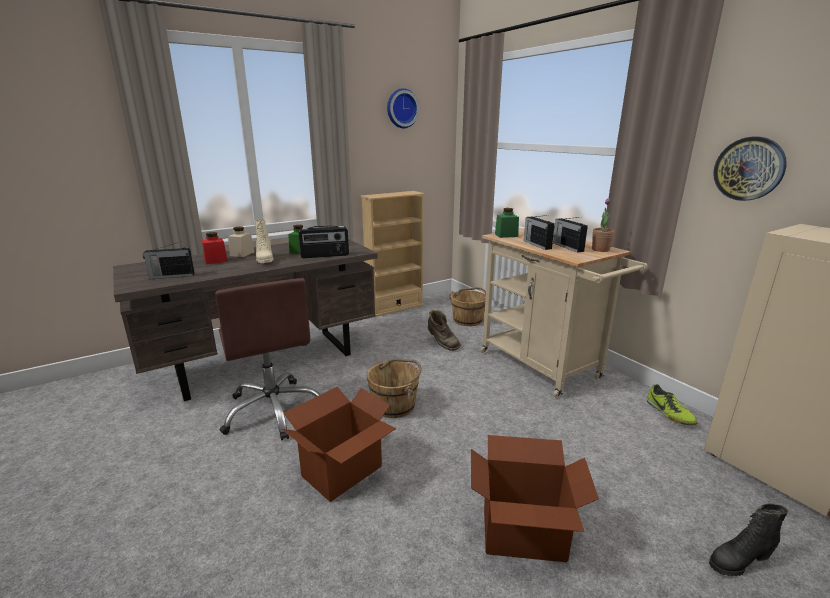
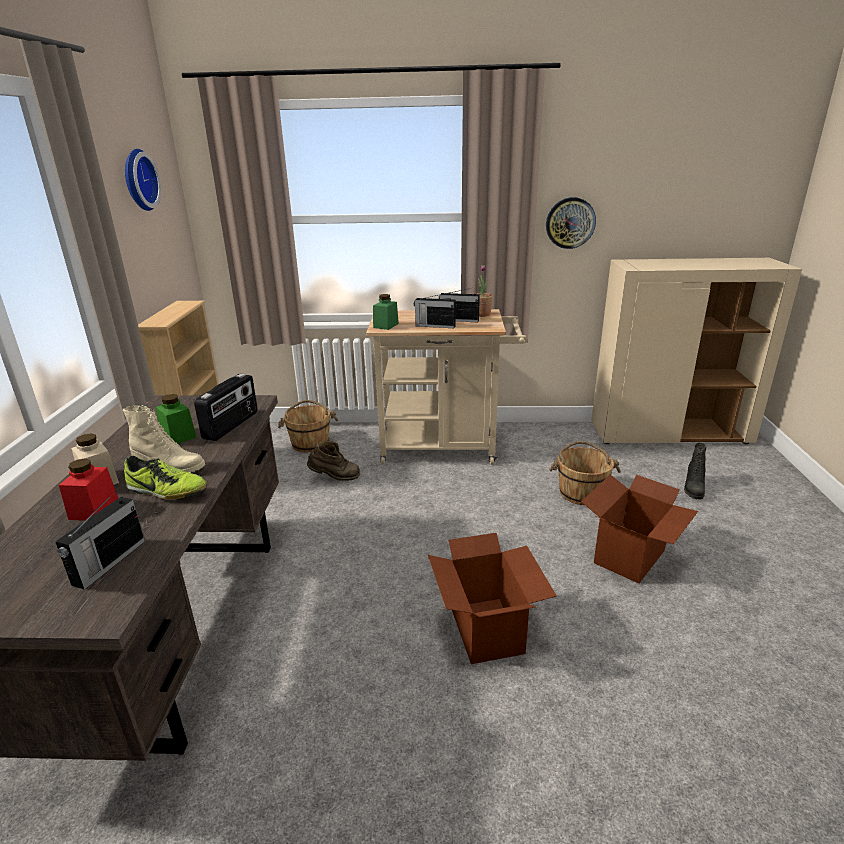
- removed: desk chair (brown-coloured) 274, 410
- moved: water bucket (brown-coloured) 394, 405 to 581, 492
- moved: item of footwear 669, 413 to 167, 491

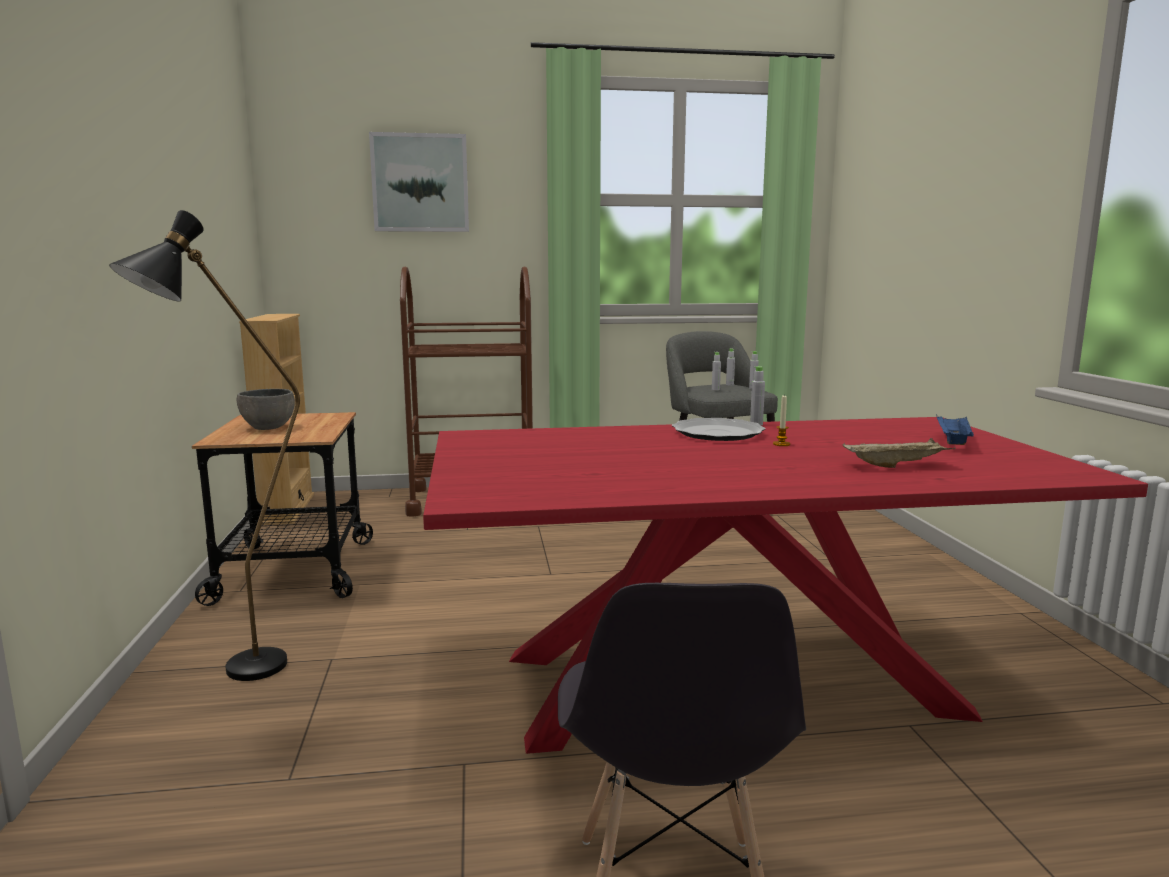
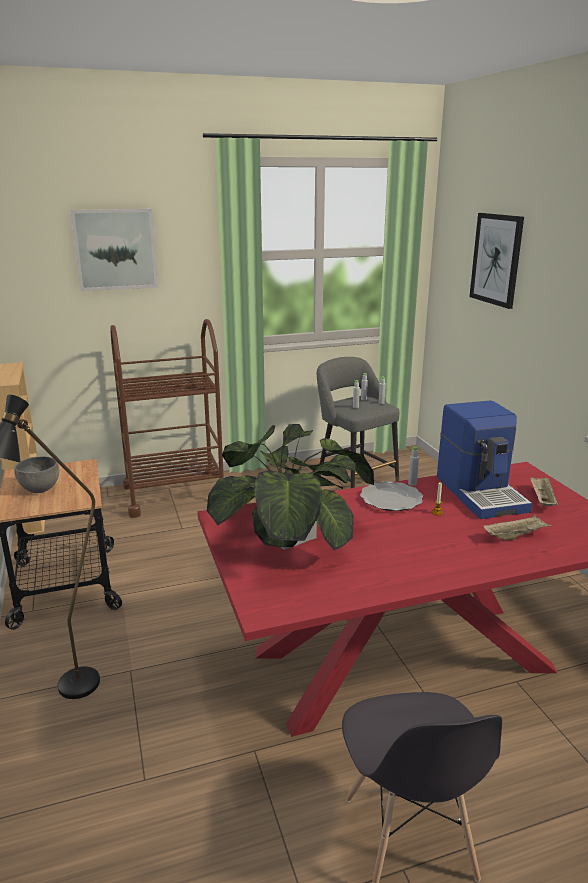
- added: houseplant 289, 535
- added: coffee brewer 481, 493
- added: wall picture 496, 259
- recoloured: tray (blue-coloured) 952, 442 to tray (sand-coloured) 541, 499

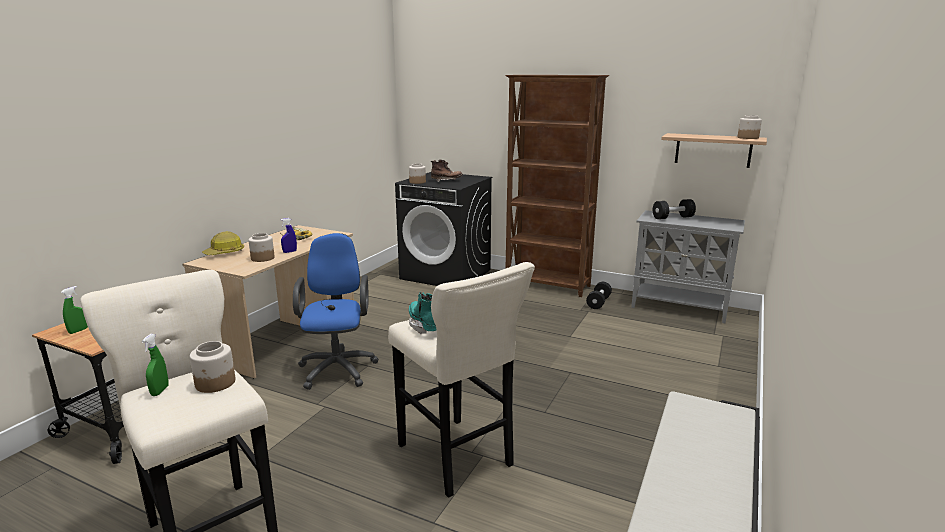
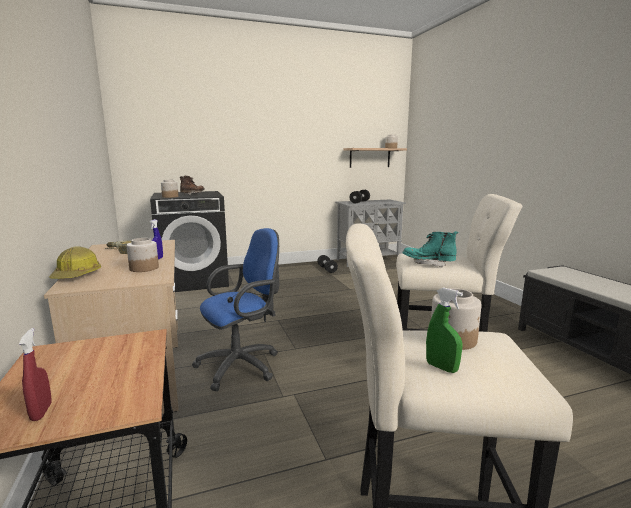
- removed: bookshelf (brown-coloured) 548, 285
- recoloured: spray bottle (green) 78, 331 to spray bottle (reddish) 41, 412
- turned: desk chair (blue-coloured) 338, 367 = 243, 365 105 degrees clockwise

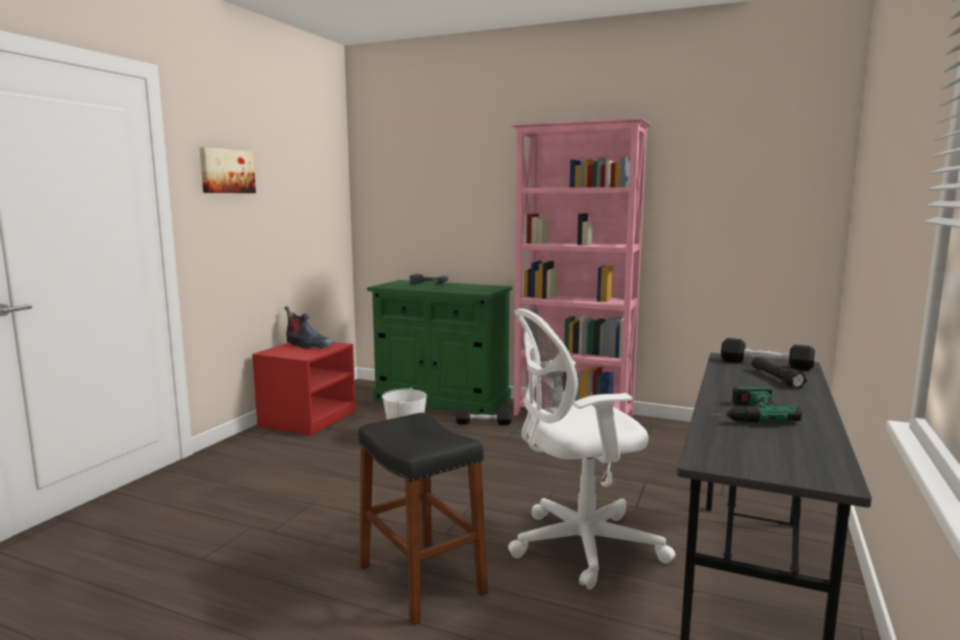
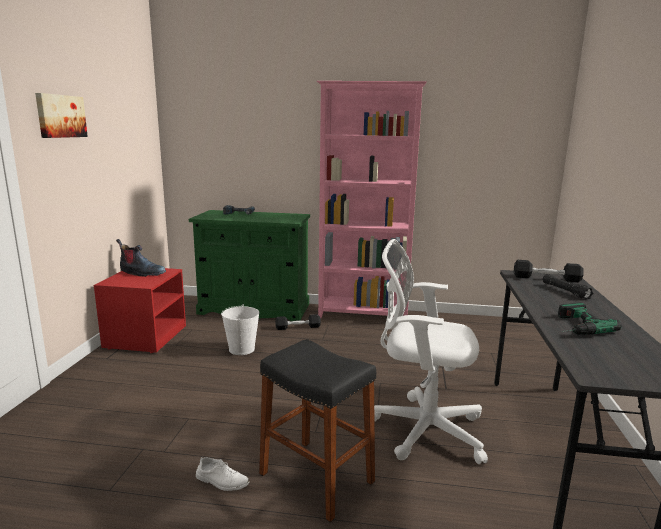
- added: item of footwear (white) 222, 481
- turned: desk chair (white) 578, 546 = 422, 428 45 degrees clockwise

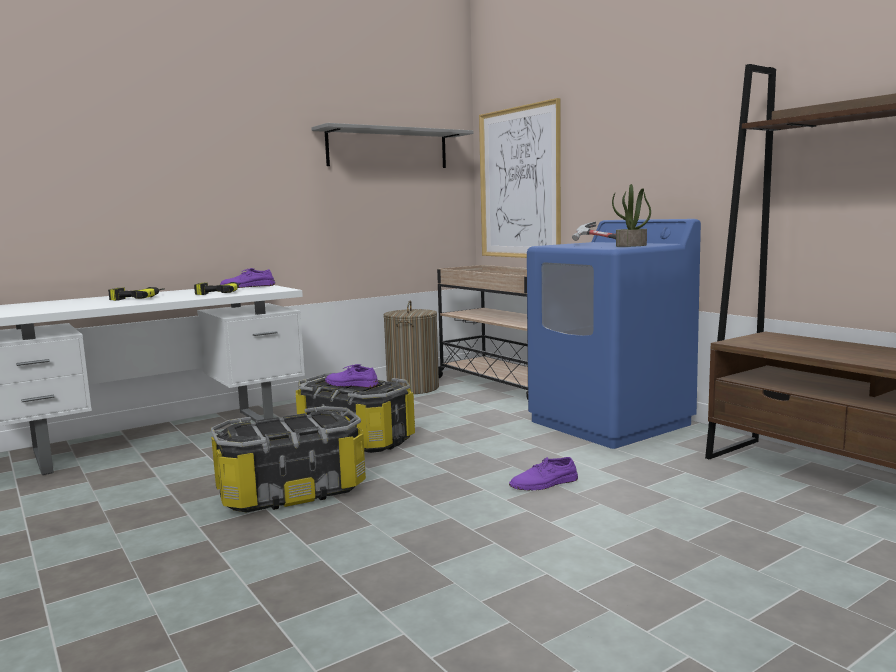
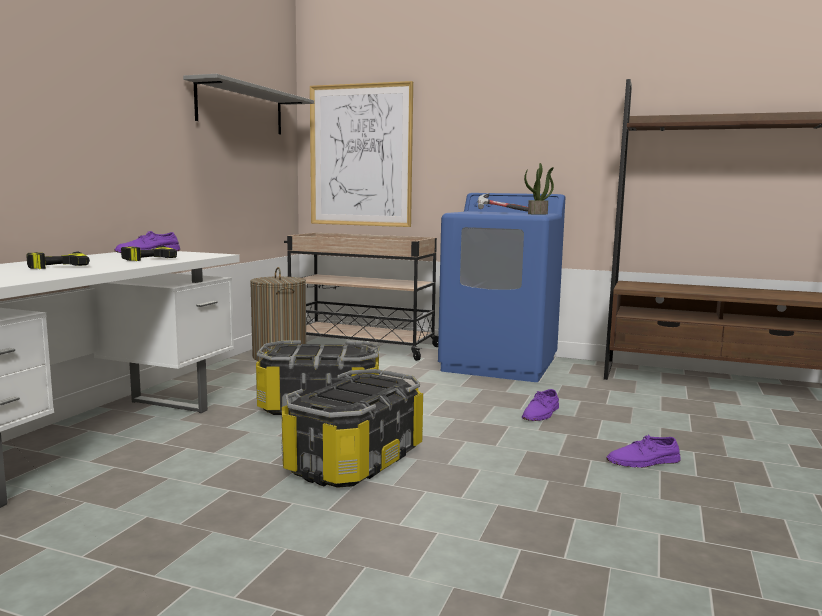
- moved: item of footwear (purple-coloured) 351, 384 to 643, 461

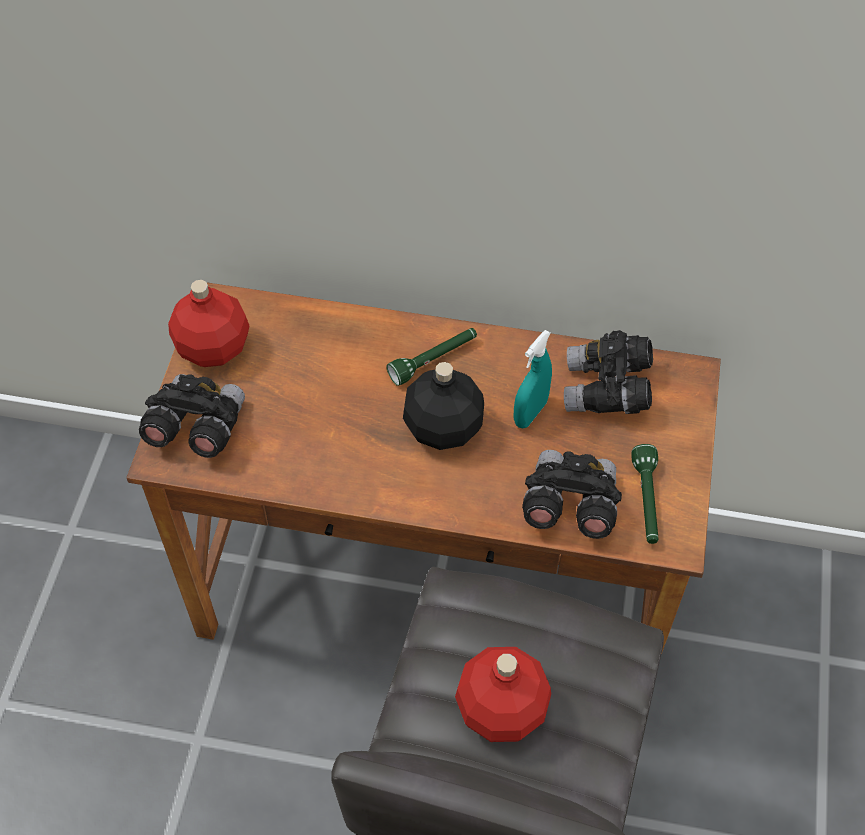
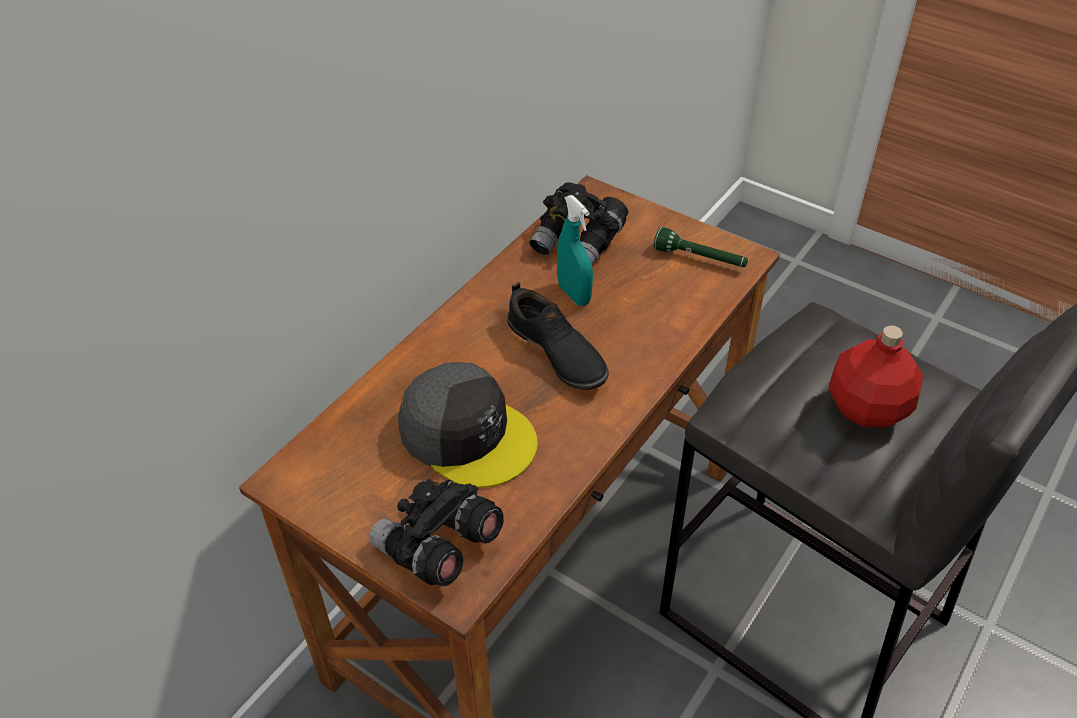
- removed: bottle (reddish) 213, 347
- removed: hand torch (green) 434, 360
- removed: binoculars (black) 568, 506
- added: peaked cap (gray) 467, 434
- replaced: bottle (black) 444, 428 to item of footwear (black) 556, 353

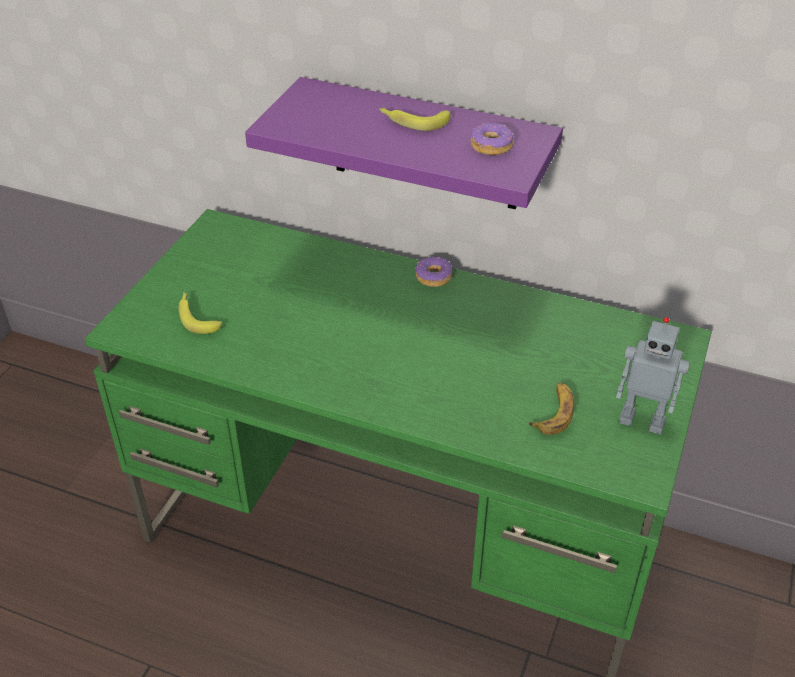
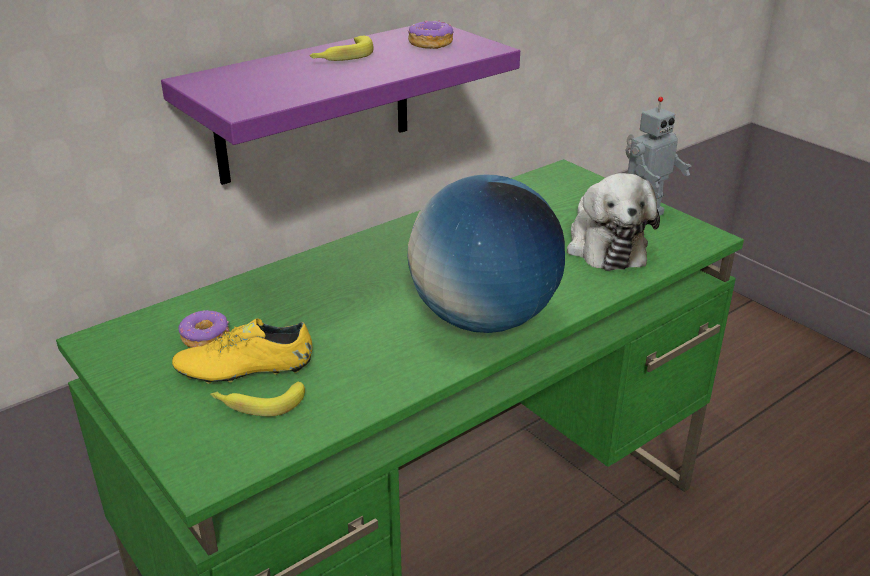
- added: item of footwear (yellow) 245, 369
- added: world globe 483, 319
- moved: ring doughnut 433, 277 to 206, 337
- replaced: banana 554, 412 to soft toy 604, 246

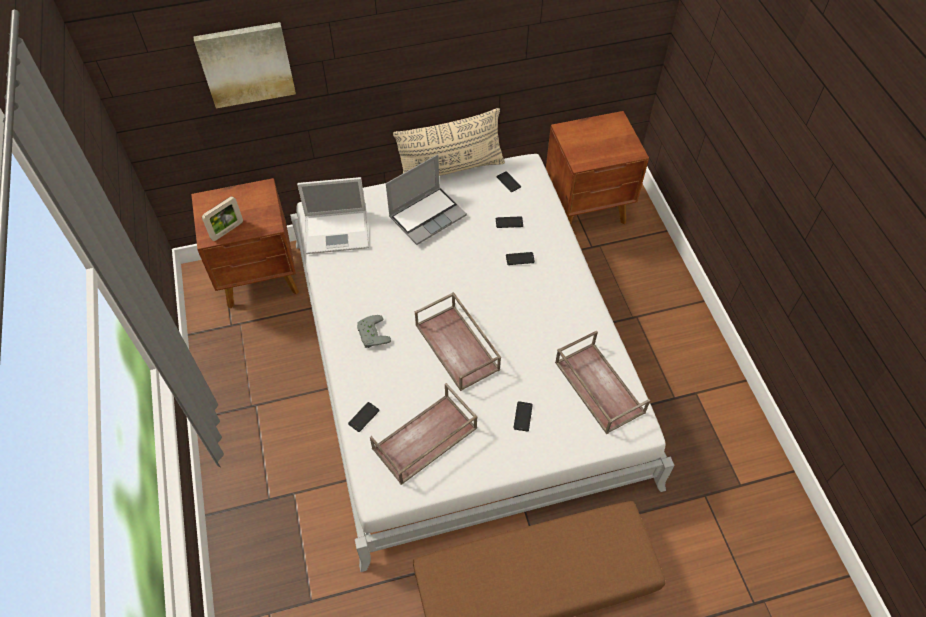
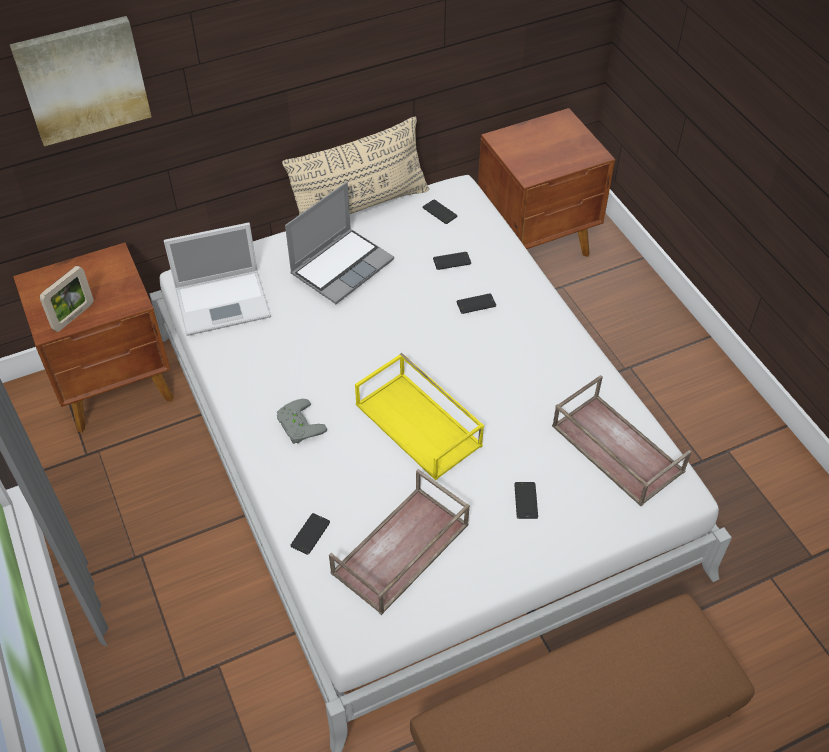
- recoloured: tray (brown-coloured) 458, 347 to tray (yellow) 420, 425

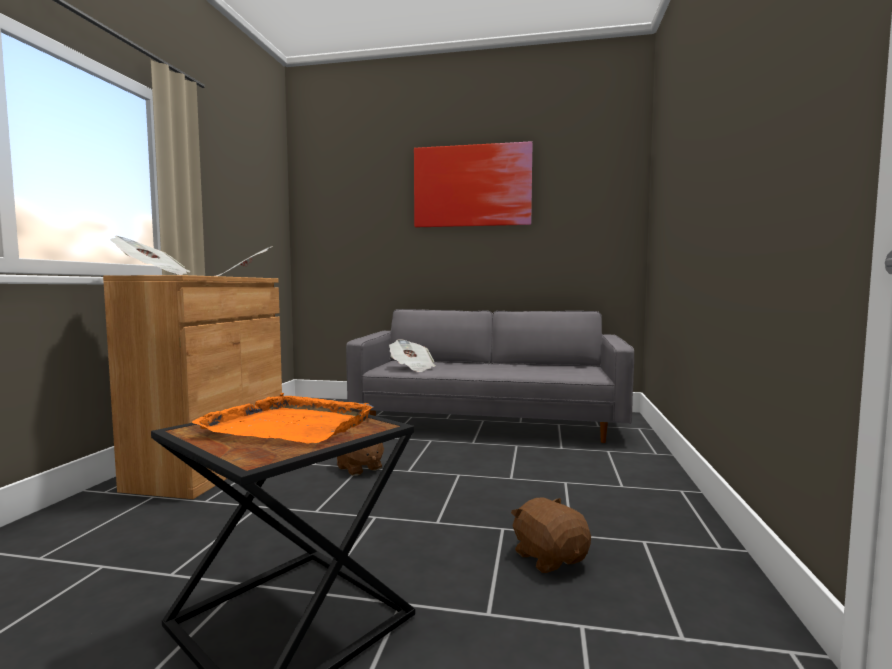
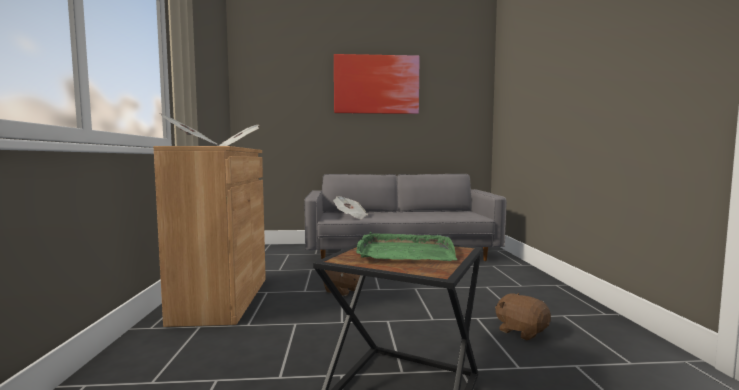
- recoloured: tray (orangey) 291, 425 to tray (green) 405, 252

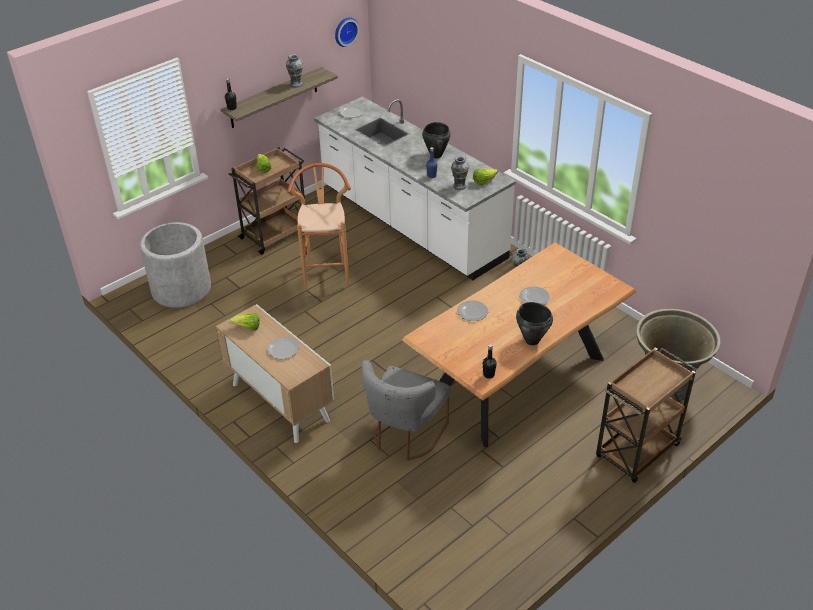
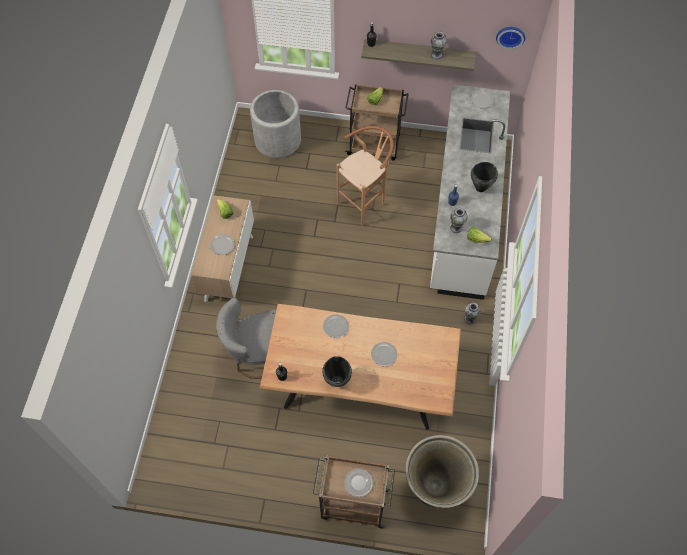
- added: dinner plate 358, 483

